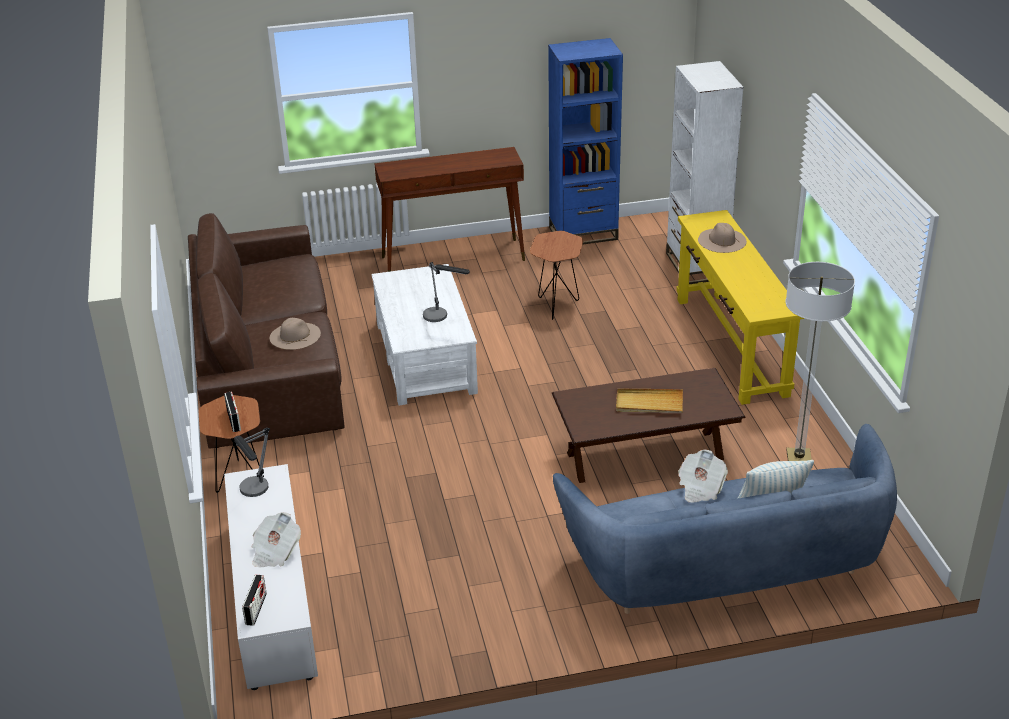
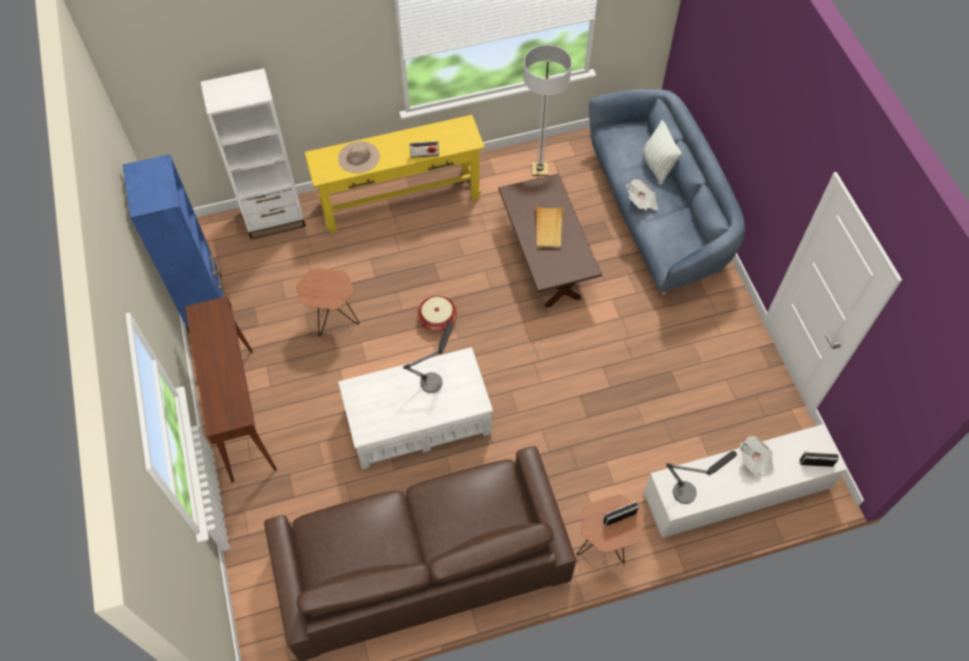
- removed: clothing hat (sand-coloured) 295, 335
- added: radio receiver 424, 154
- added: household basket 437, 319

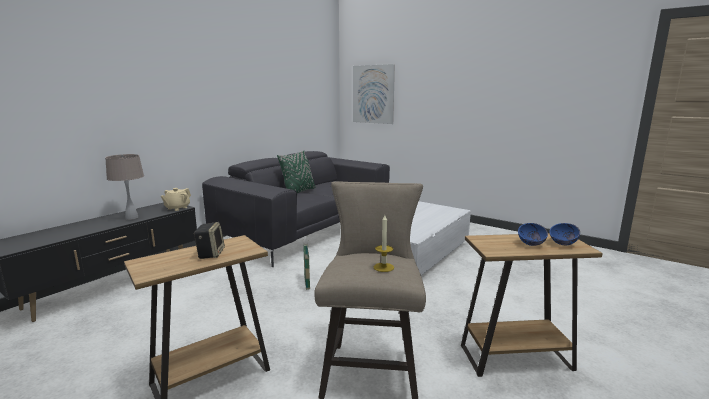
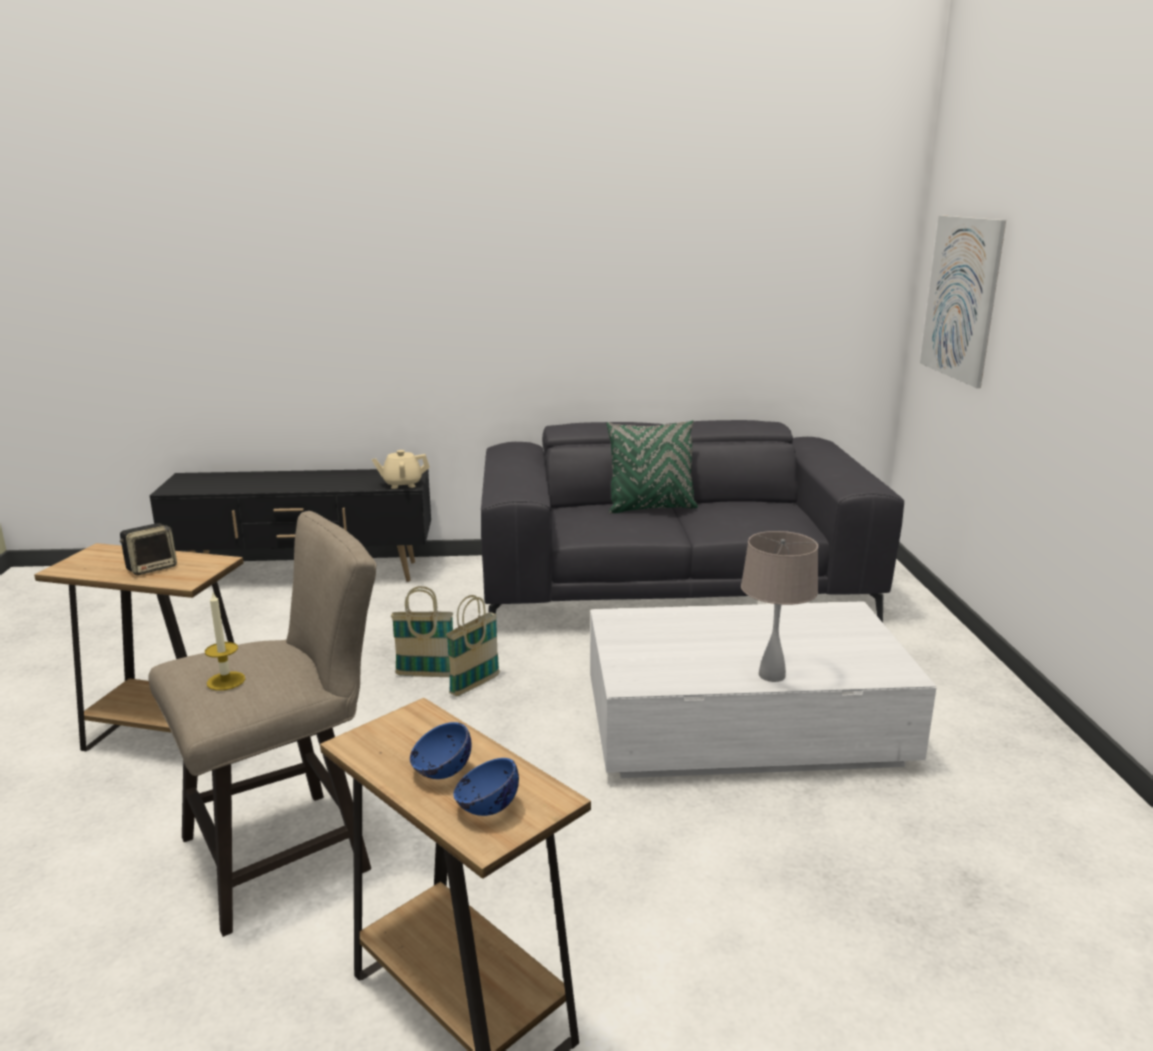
- added: household basket 426, 675
- moved: lamp for a table (sand-coloured) 131, 217 to 772, 675

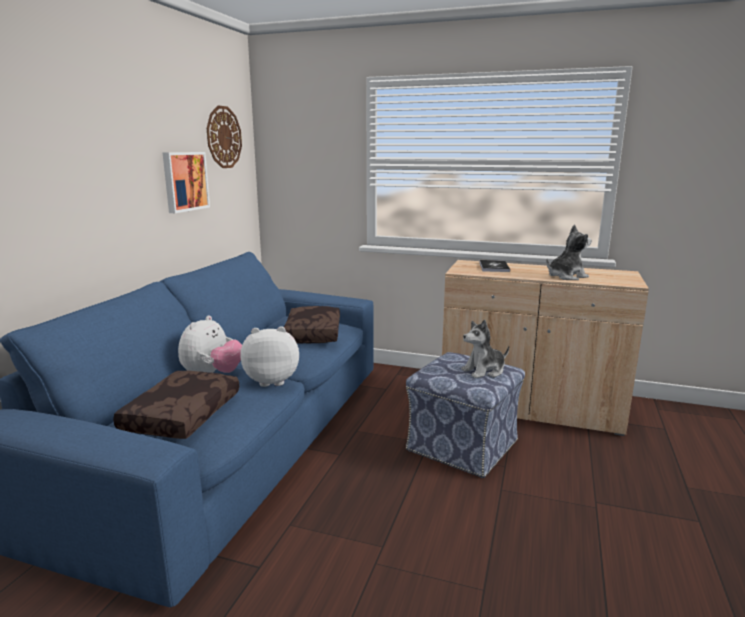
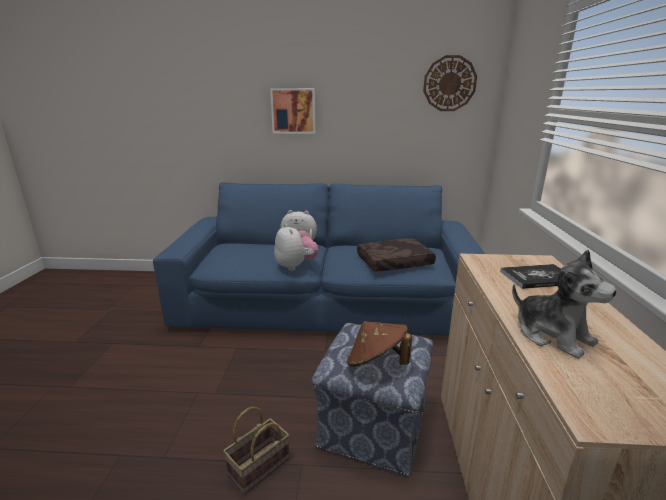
- removed: pillow (brown-coloured) 181, 414
- added: household basket 258, 468
- moved: wall picture 184, 181 to 293, 111
- replaced: soft toy 484, 371 to clothing hat (brown-coloured) 376, 363

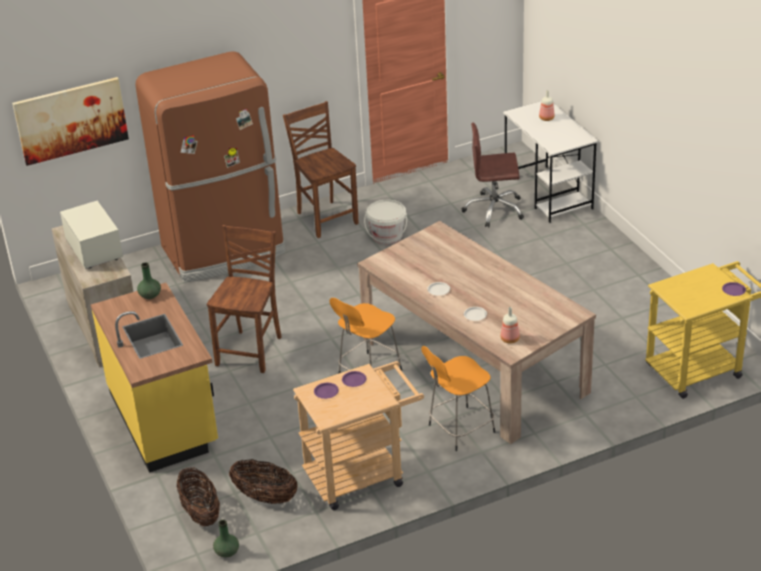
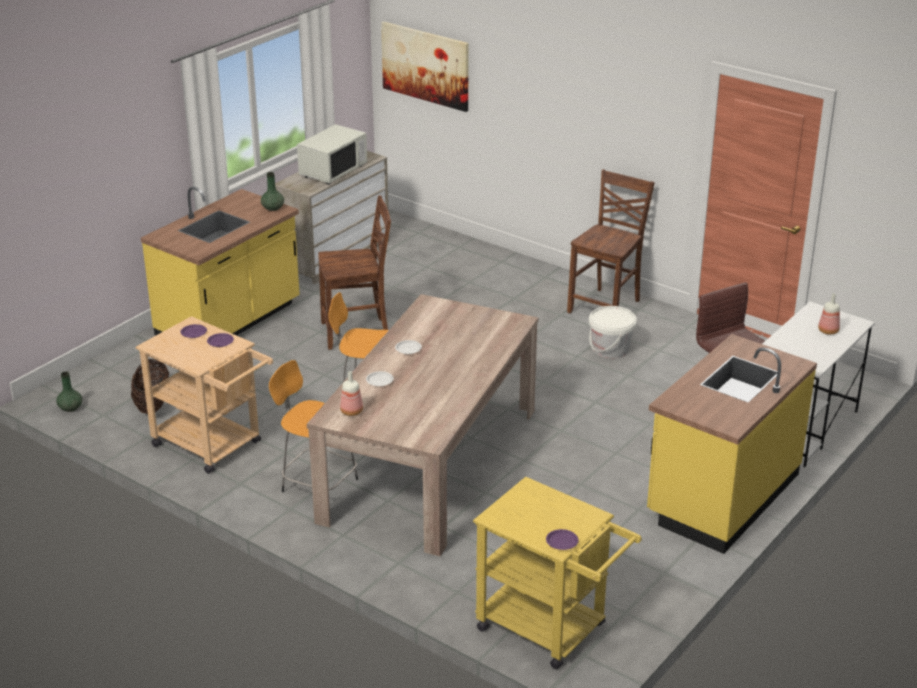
- removed: kitchen fridge (brown-coloured) 224, 251
- removed: household basket 200, 513
- added: kitchen counter (yellow) 722, 495

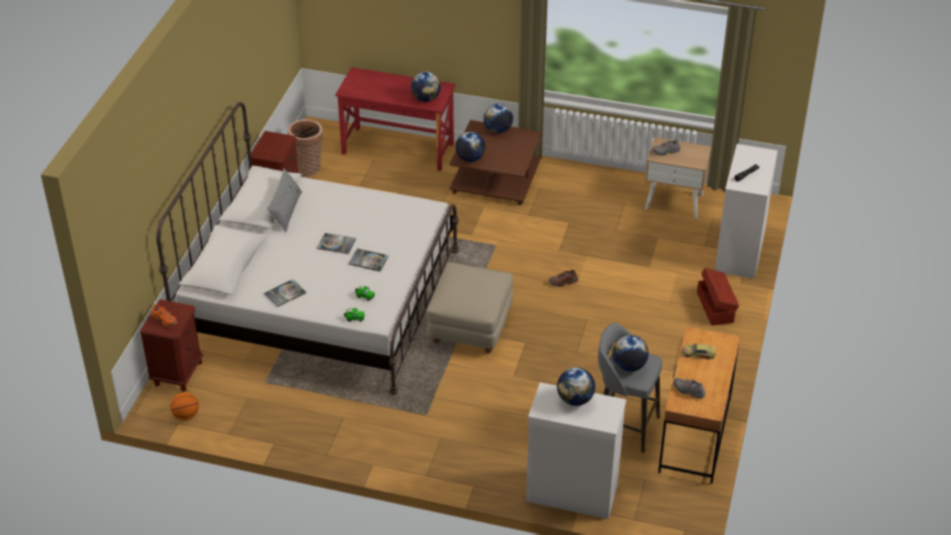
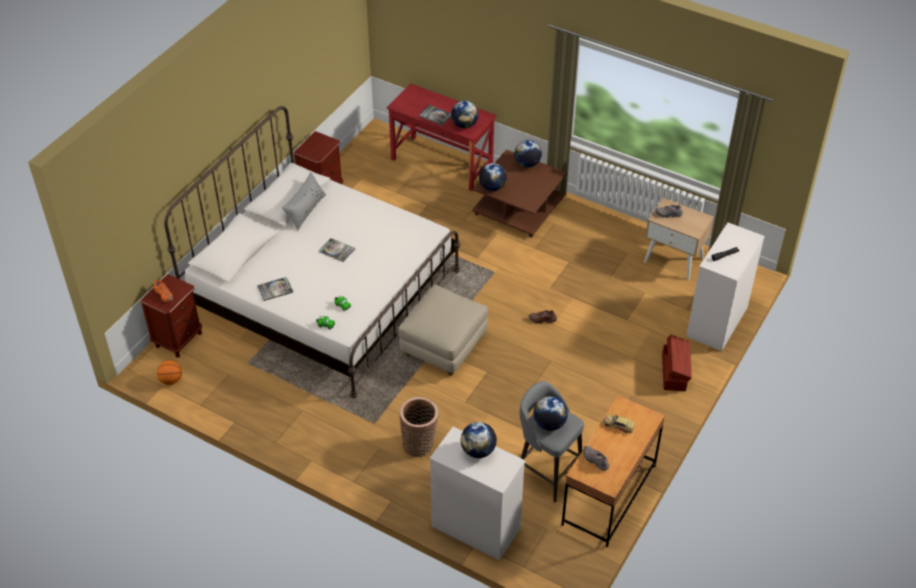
- moved: household basket 308, 168 to 420, 444
- moved: book 368, 260 to 435, 115

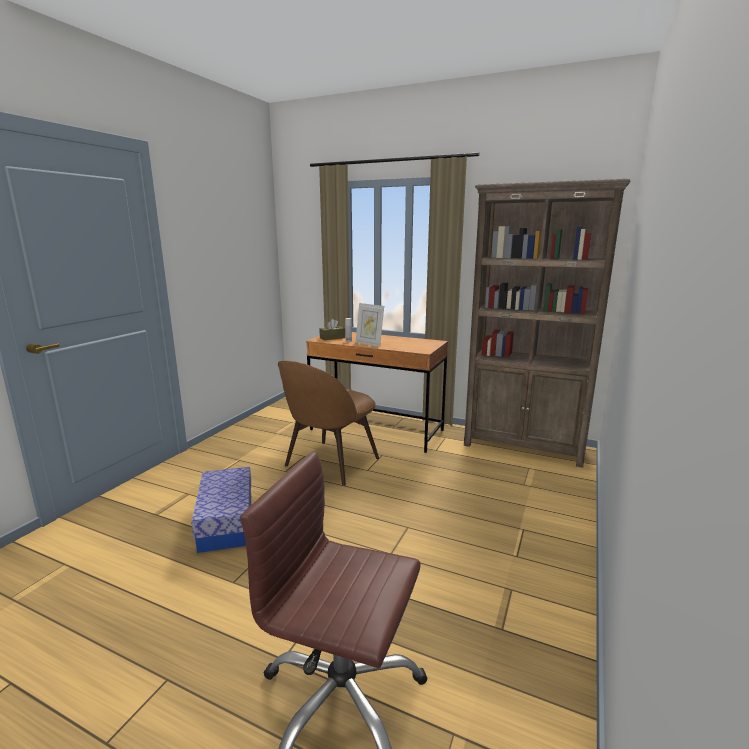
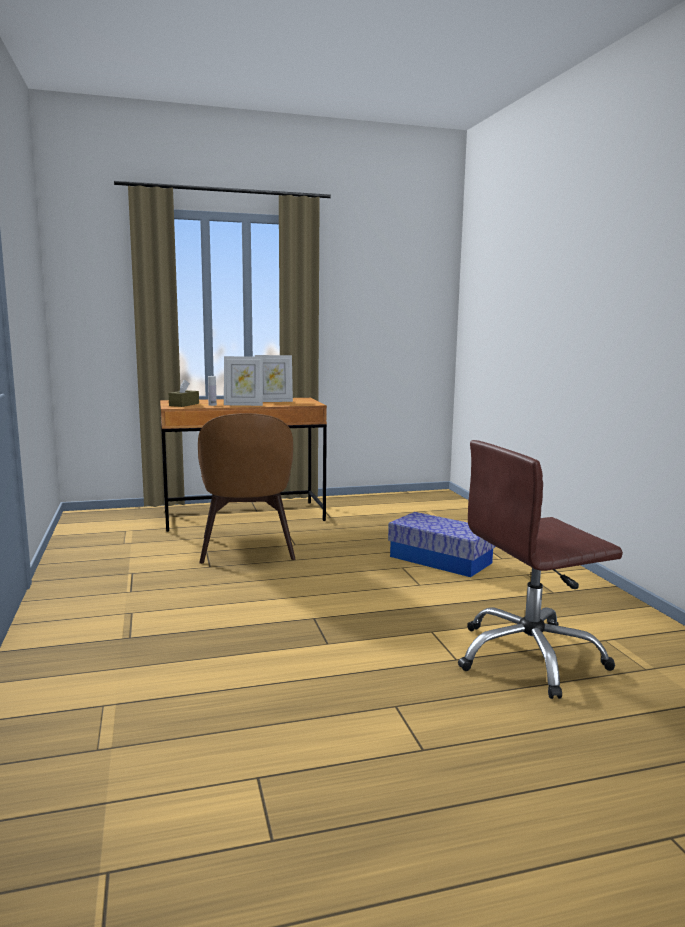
- removed: bookshelf (brown-coloured) 524, 447
- added: photo frame 274, 401
- moved: storage container 227, 521 to 440, 559

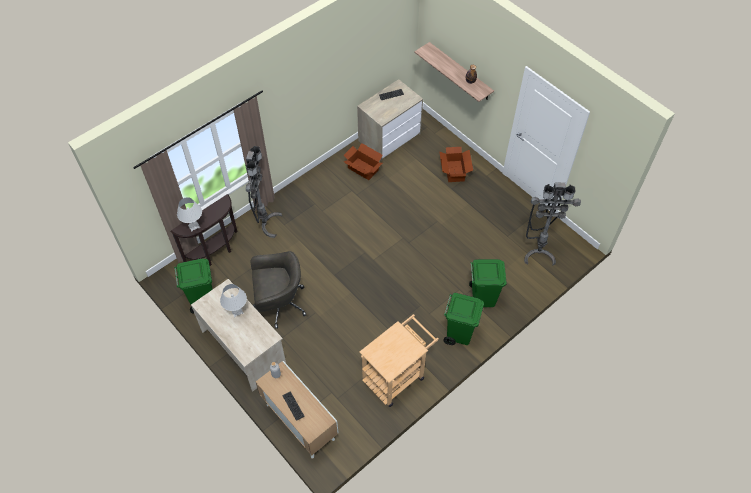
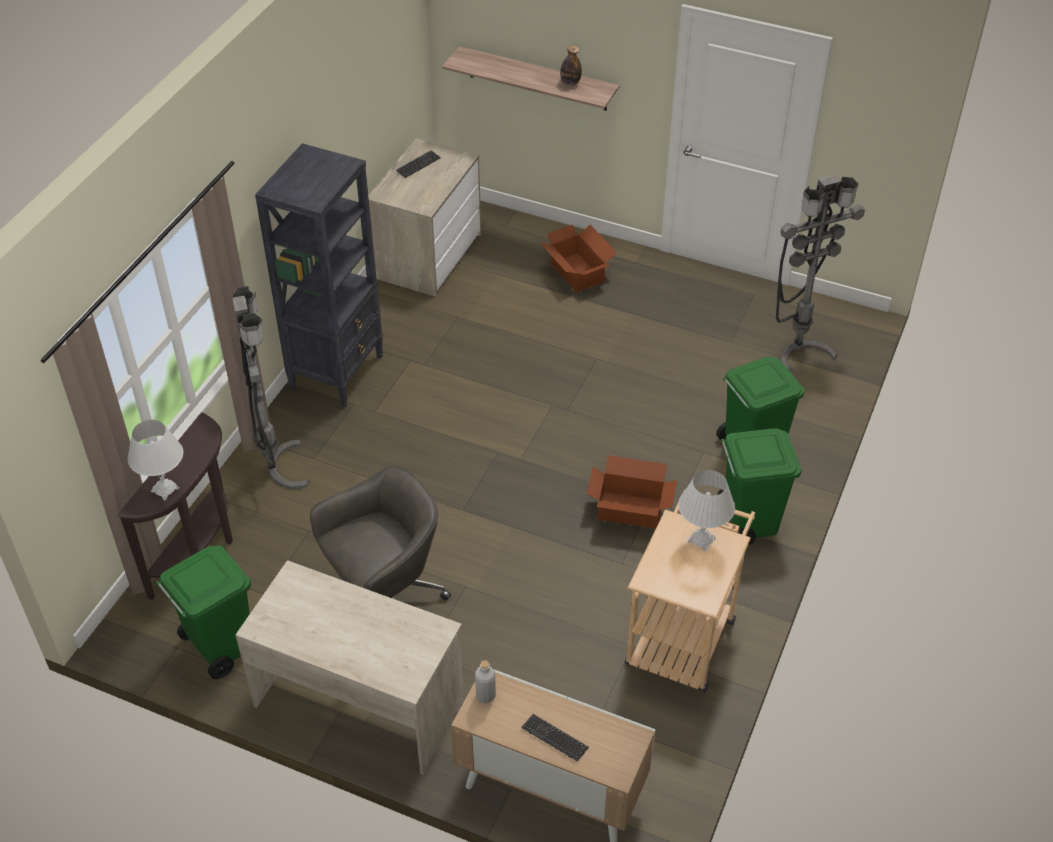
- added: bookshelf (black) 337, 372
- moved: lamp for a table (white) 237, 311 to 702, 540
- moved: cardboard box 363, 169 to 630, 510

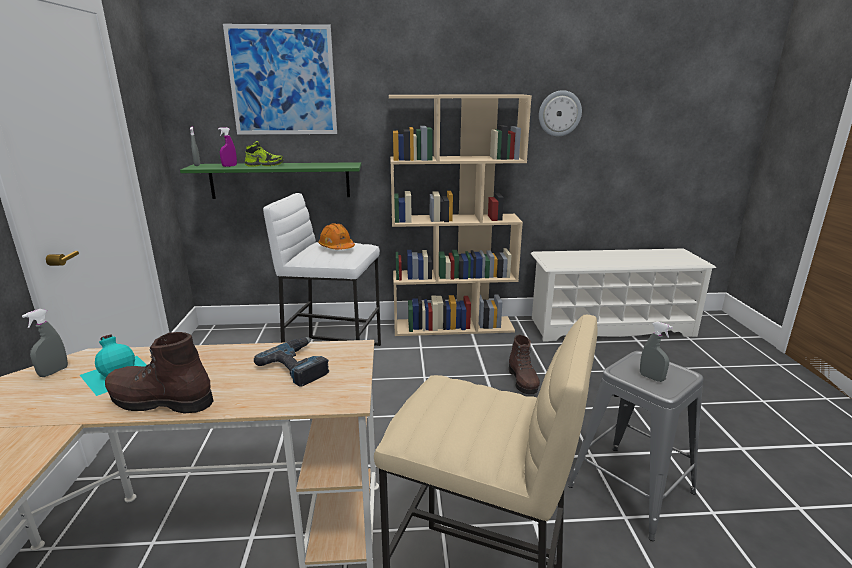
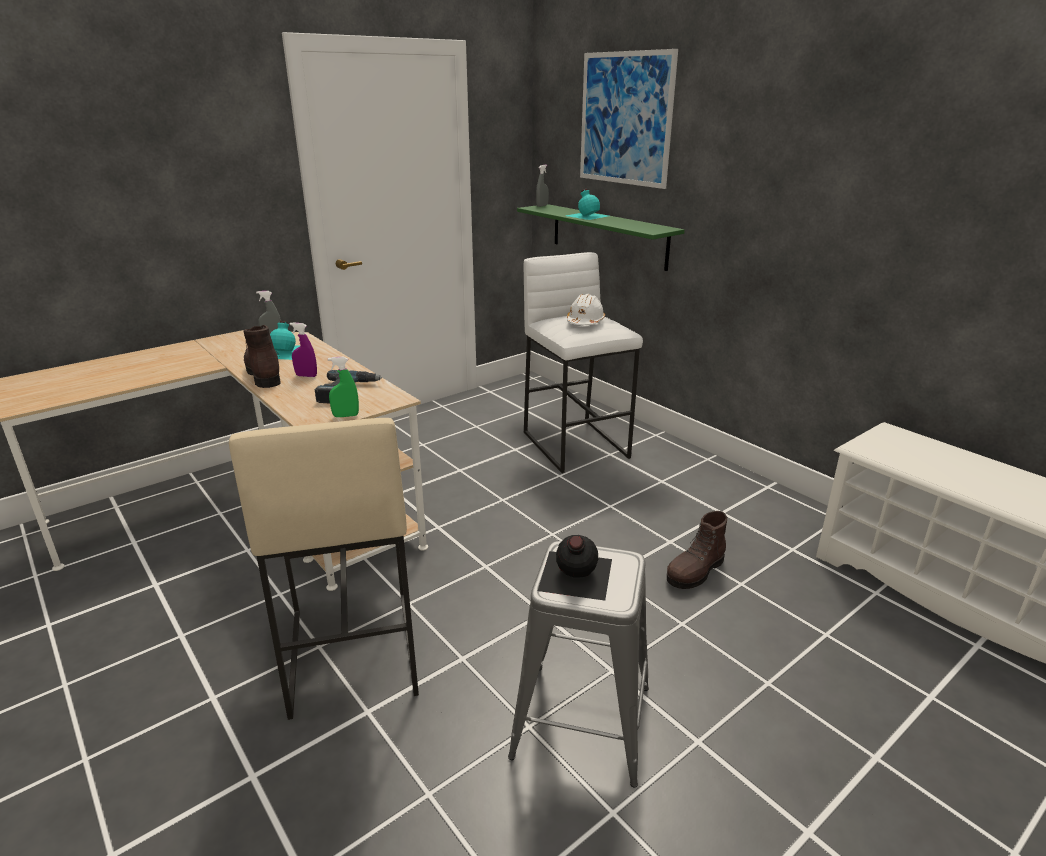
- removed: bookshelf (sand-coloured) 453, 326
- removed: hanging clock 559, 113
- added: spray bottle (green) 346, 416
- moved: spray bottle (purple-coloured) 229, 166 to 306, 376
- replaced: item of footwear 264, 165 to bottle (turquoise) 587, 215
- replaced: spray bottle (gray) 651, 378 to bottle (black) 574, 575
- recoloured: work helmet (orangey) 336, 247 to work helmet (white) 585, 322

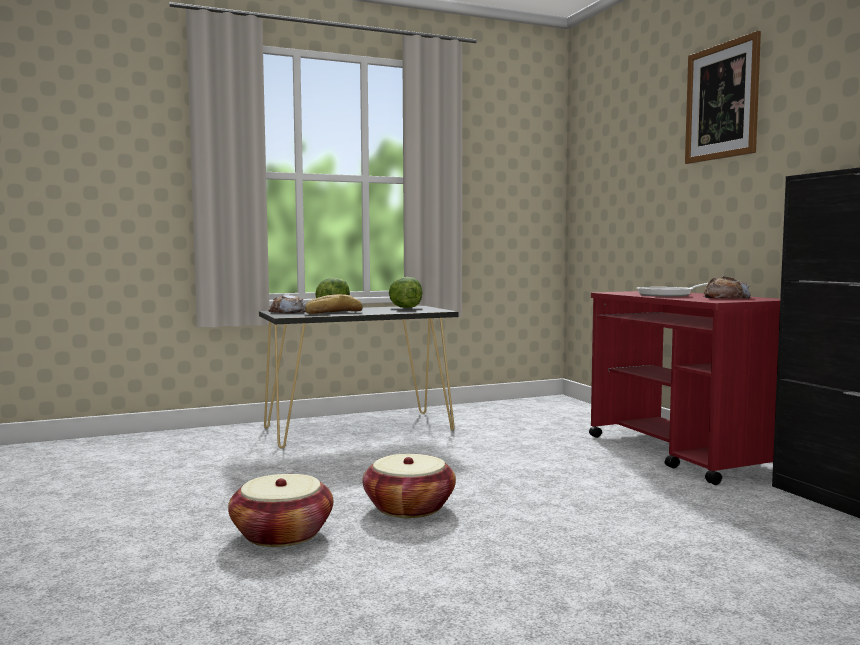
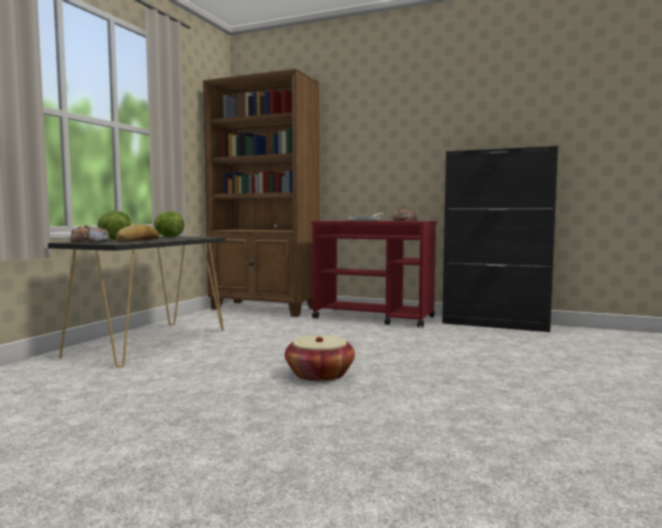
- removed: household basket 282, 534
- removed: wall picture 722, 101
- added: bookshelf (brown-coloured) 265, 309

